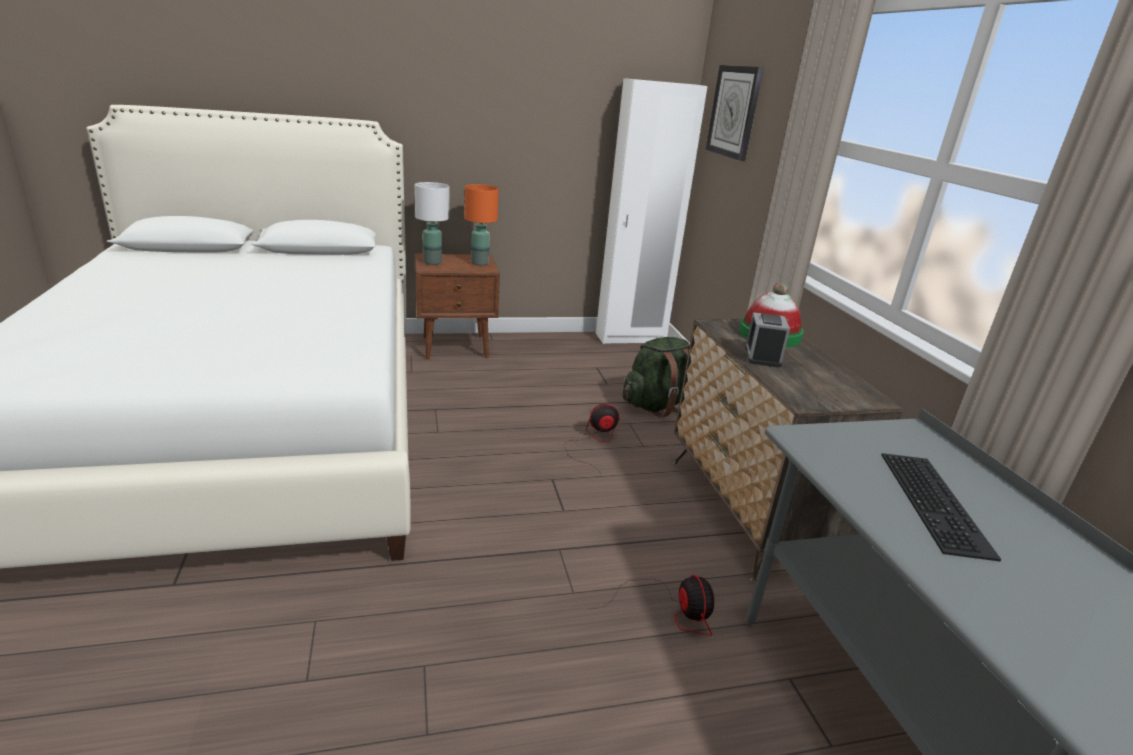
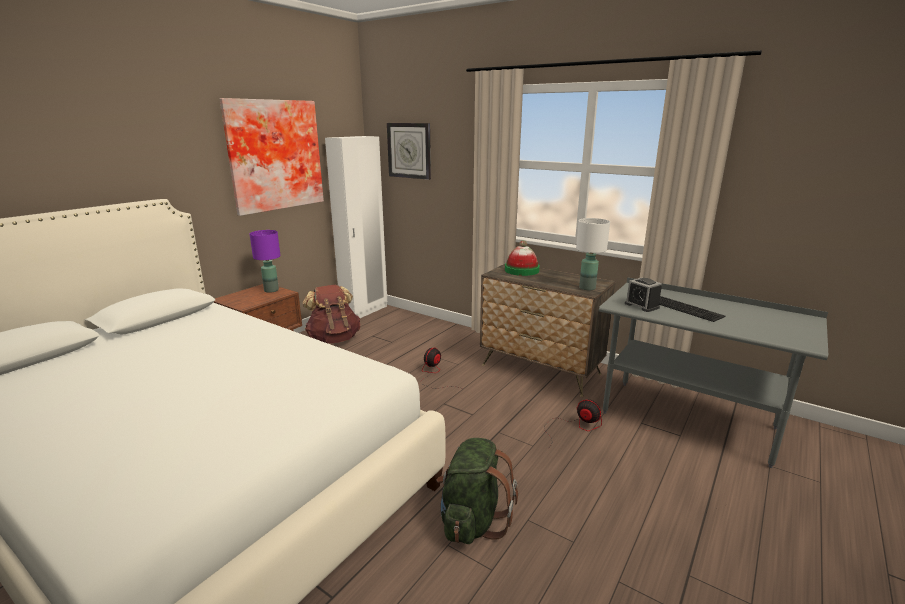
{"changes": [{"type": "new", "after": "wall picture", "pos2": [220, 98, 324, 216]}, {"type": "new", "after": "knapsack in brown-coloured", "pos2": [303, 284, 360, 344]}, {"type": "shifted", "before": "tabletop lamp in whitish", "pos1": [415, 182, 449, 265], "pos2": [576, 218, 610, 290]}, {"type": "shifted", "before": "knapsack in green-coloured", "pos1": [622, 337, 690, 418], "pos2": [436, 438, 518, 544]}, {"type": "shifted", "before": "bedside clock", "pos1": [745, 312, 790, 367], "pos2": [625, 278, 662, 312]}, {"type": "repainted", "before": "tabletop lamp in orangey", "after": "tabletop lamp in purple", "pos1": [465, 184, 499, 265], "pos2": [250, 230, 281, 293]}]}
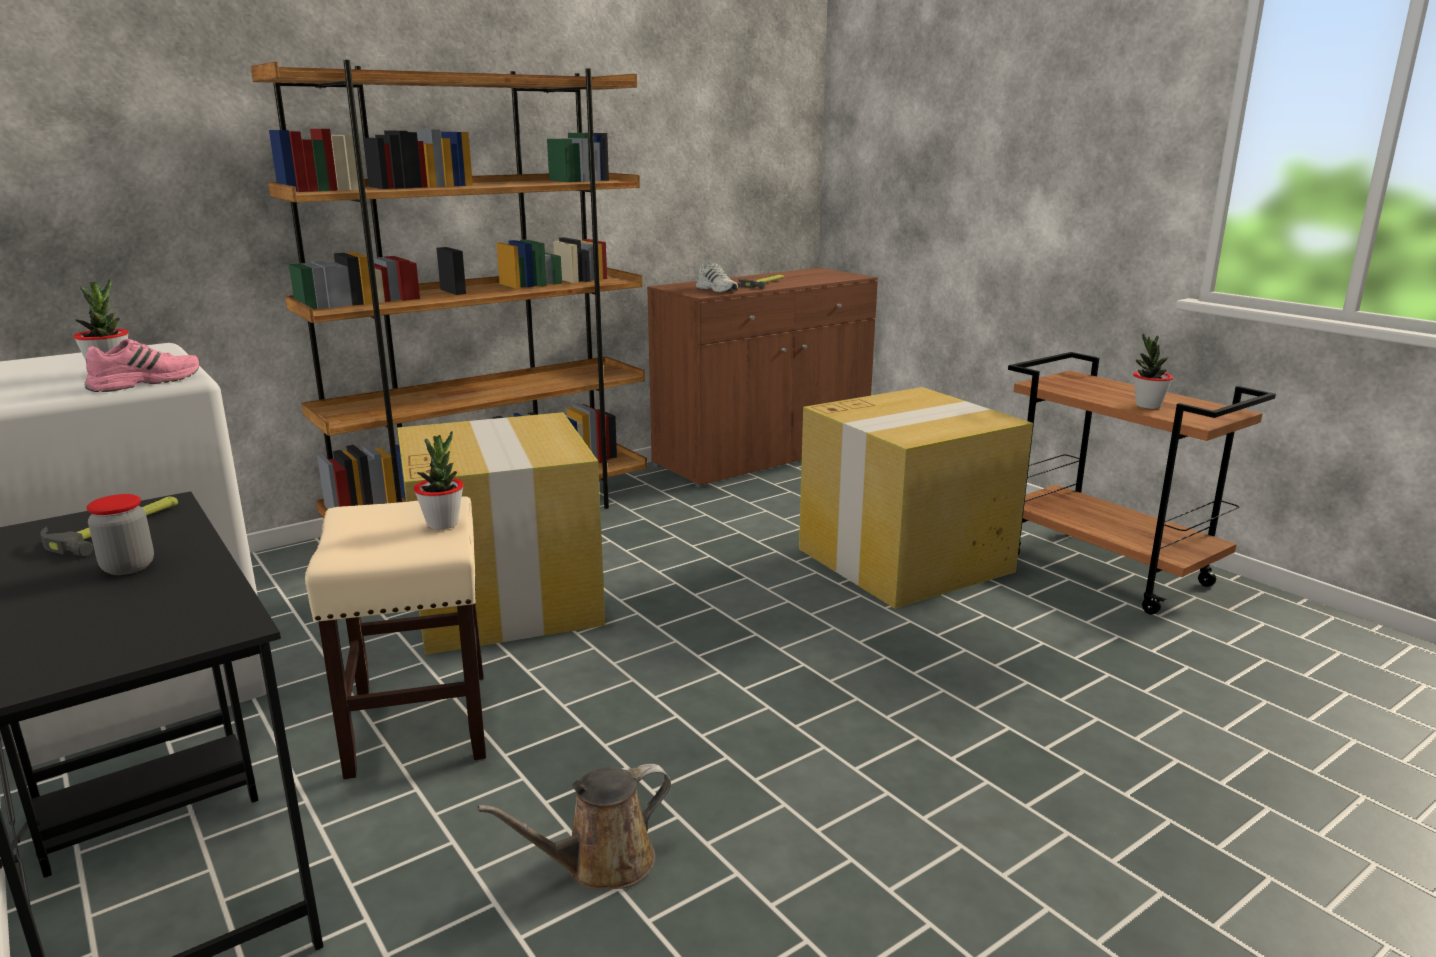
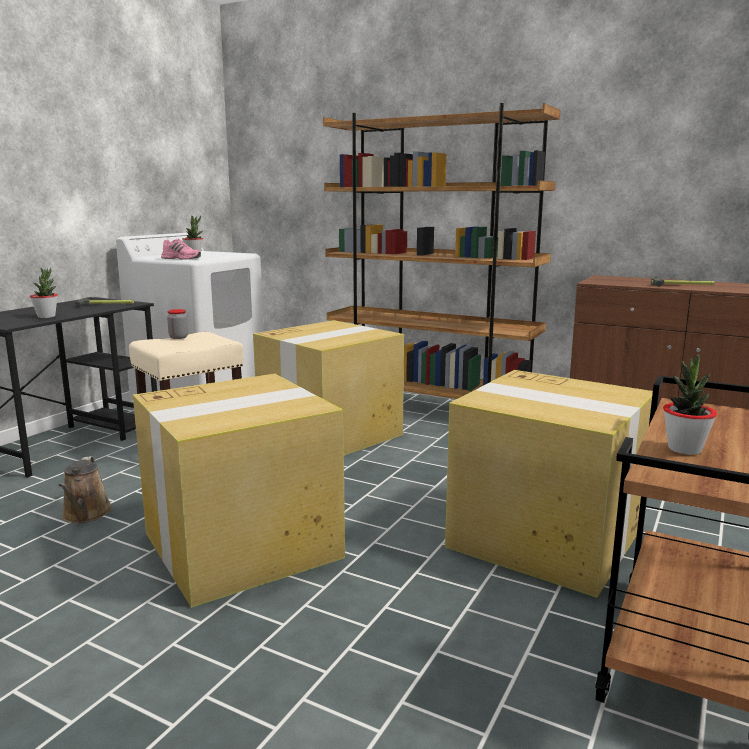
{"changes": [{"type": "gone", "before": "shoe in whitish", "pos1": [696, 263, 738, 293]}, {"type": "new", "after": "carton", "pos2": [133, 374, 345, 608]}, {"type": "shifted", "before": "jar", "pos1": [86, 494, 154, 575], "pos2": [167, 309, 188, 339]}, {"type": "shifted", "before": "houseplant", "pos1": [414, 431, 464, 530], "pos2": [30, 268, 58, 318]}, {"type": "rotated", "before": "sprinkling can in brown-coloured", "pos1": [477, 764, 671, 890], "pos2": [58, 456, 112, 523], "turn": -135}]}
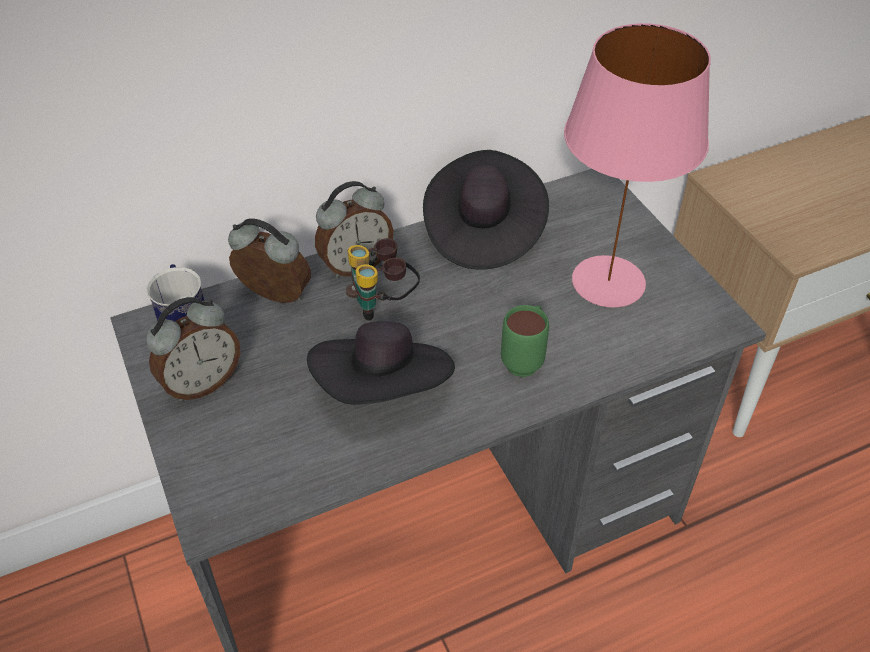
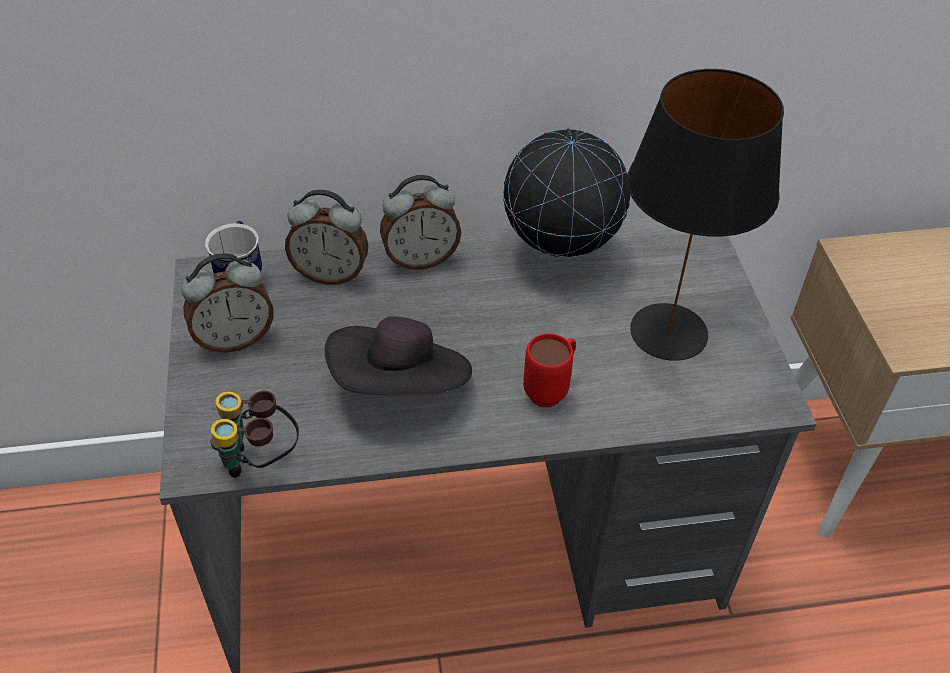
{"changes": [{"type": "shifted", "before": "binoculars", "pos1": [346, 238, 420, 321], "pos2": [210, 391, 299, 478]}, {"type": "swapped", "before": "hat in black-coloured", "after": "world globe", "pos1": [423, 150, 549, 270], "pos2": [503, 126, 631, 258]}, {"type": "repainted", "before": "tea mug in green-coloured", "after": "tea mug in reddish", "pos1": [501, 305, 549, 377], "pos2": [523, 333, 576, 407]}, {"type": "repainted", "before": "tabletop lamp in pink-coloured", "after": "tabletop lamp in black-coloured", "pos1": [564, 23, 711, 308], "pos2": [627, 69, 784, 361]}, {"type": "rotated", "before": "bedside clock", "pos1": [228, 218, 311, 303], "pos2": [285, 190, 369, 285], "turn": 150}]}
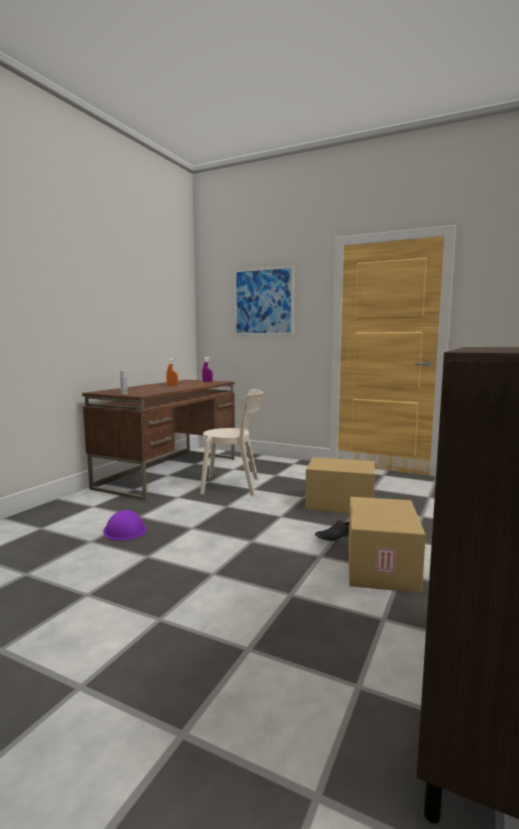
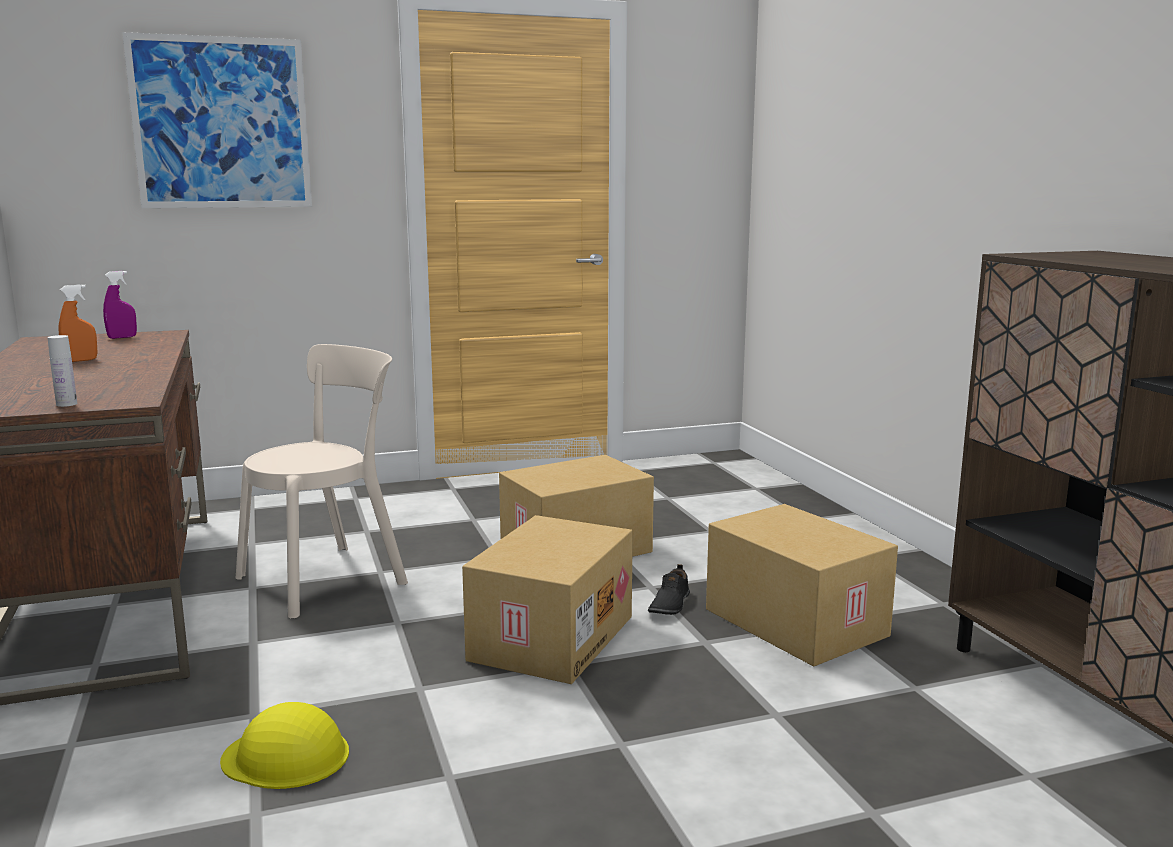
{"changes": [{"type": "new", "after": "carton", "pos2": [462, 515, 633, 684]}, {"type": "repainted", "before": "safety helmet in purple", "after": "safety helmet in yellow-coloured", "pos1": [103, 510, 146, 541], "pos2": [220, 702, 349, 789]}]}
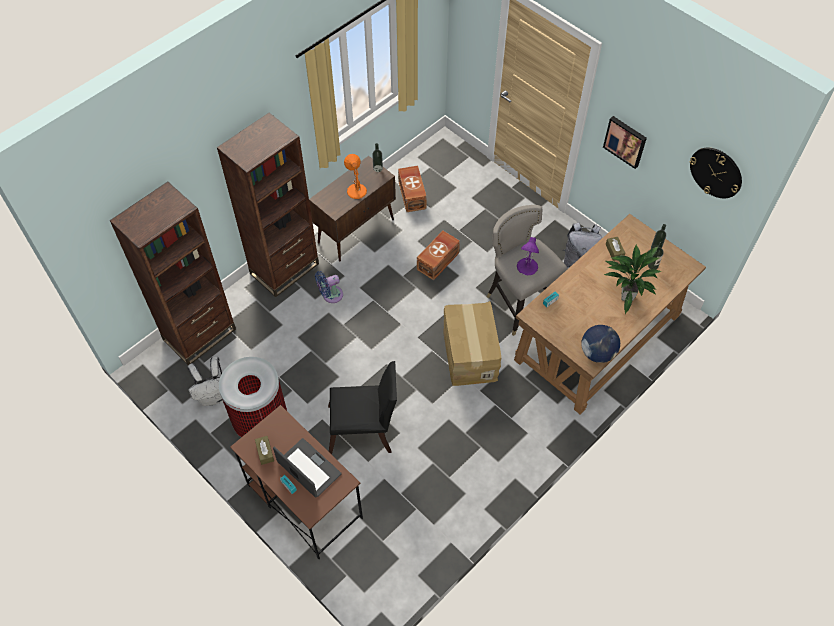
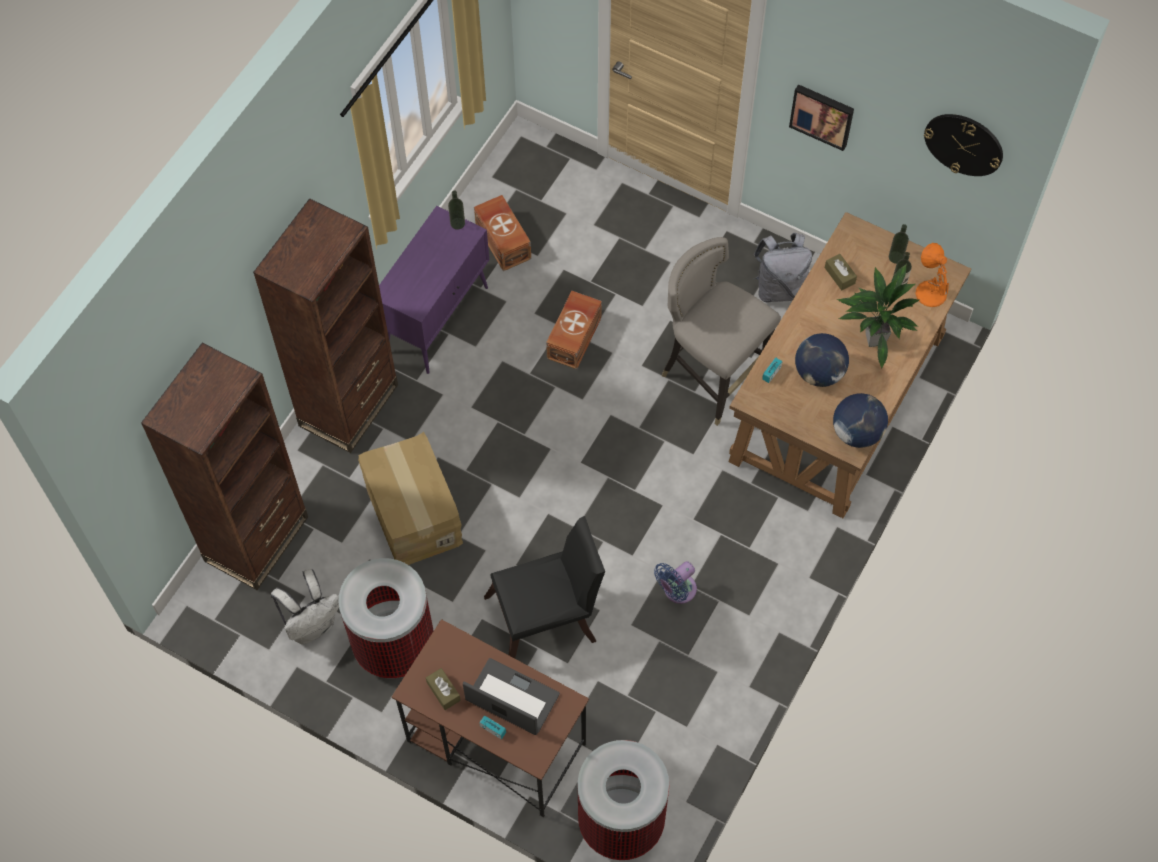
{"changes": [{"type": "gone", "before": "tabletop lamp in purple", "pos1": [517, 237, 539, 275]}, {"type": "new", "after": "waste bin", "pos2": [578, 740, 669, 860]}, {"type": "new", "after": "world globe", "pos2": [795, 333, 849, 387]}, {"type": "shifted", "before": "electric fan in blue-coloured", "pos1": [315, 271, 343, 303], "pos2": [654, 561, 697, 604]}, {"type": "shifted", "before": "tabletop lamp in orangey", "pos1": [344, 154, 367, 199], "pos2": [915, 243, 949, 307]}, {"type": "shifted", "before": "carton", "pos1": [443, 301, 501, 386], "pos2": [358, 432, 463, 565]}, {"type": "repainted", "before": "cabinet in brown-coloured", "after": "cabinet in purple", "pos1": [309, 156, 396, 262], "pos2": [379, 206, 489, 374]}]}
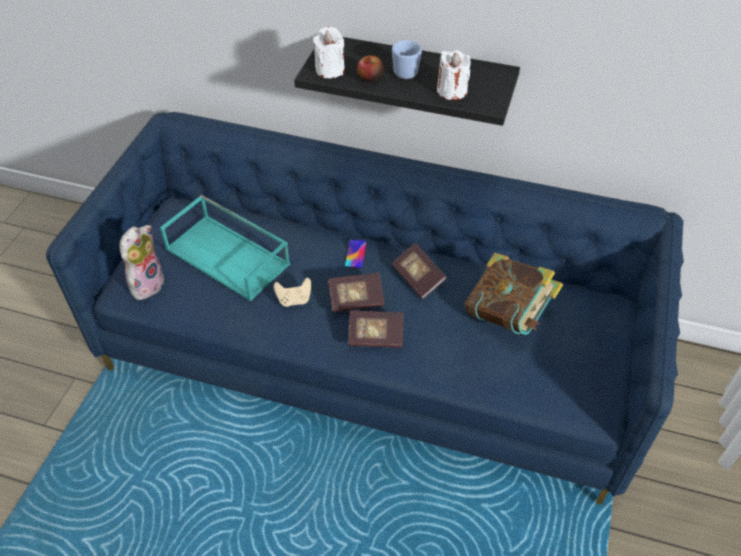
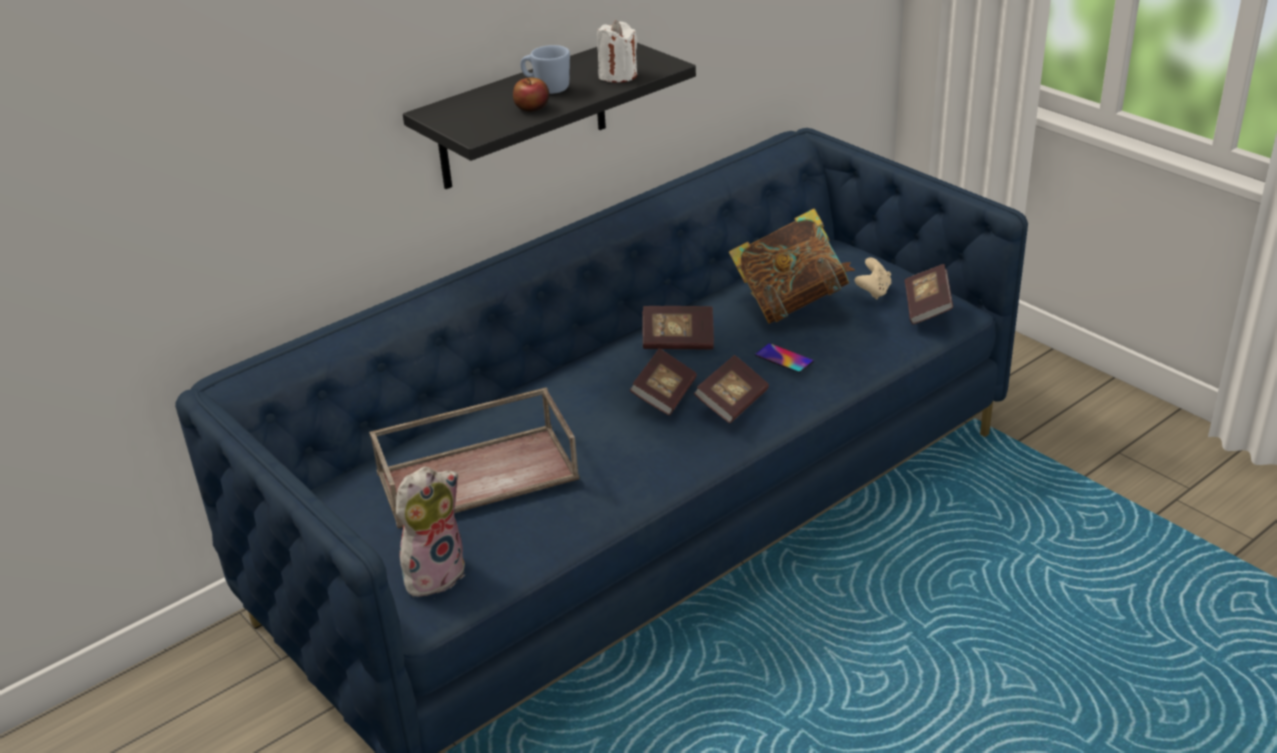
{"changes": [{"type": "gone", "before": "wax candle in whitish", "pos1": [313, 27, 345, 78]}, {"type": "new", "after": "book", "pos2": [905, 264, 953, 324]}, {"type": "shifted", "before": "gamepad in sand-coloured", "pos1": [274, 278, 311, 307], "pos2": [855, 257, 891, 300]}, {"type": "shifted", "before": "telephone", "pos1": [345, 239, 367, 269], "pos2": [755, 343, 814, 373]}, {"type": "repainted", "before": "serving tray in turquoise", "after": "serving tray in brown-coloured", "pos1": [160, 195, 290, 301], "pos2": [369, 387, 579, 529]}, {"type": "rotated", "before": "plush toy", "pos1": [119, 225, 164, 303], "pos2": [396, 466, 465, 597], "turn": 75}]}
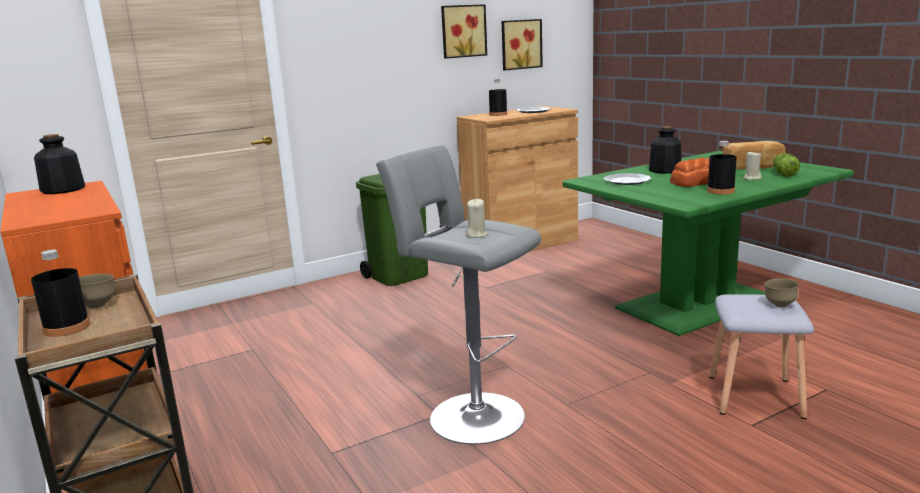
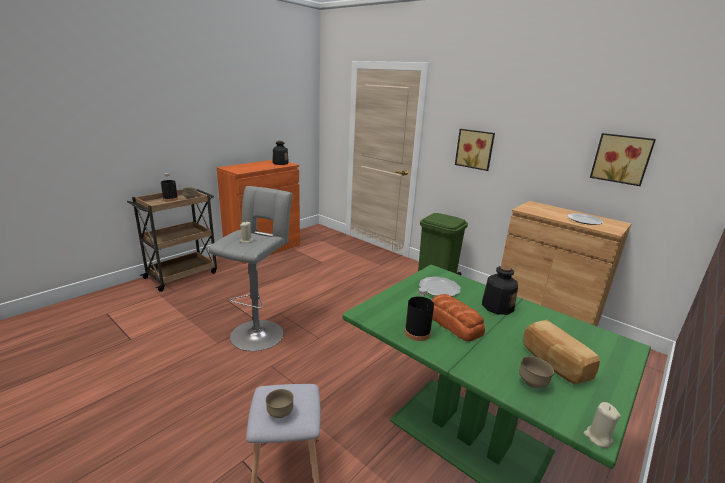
{"changes": [{"type": "gone", "before": "beverage bottle in black-coloured", "pos1": [489, 79, 507, 116]}, {"type": "shifted", "before": "wall picture", "pos1": [441, 4, 487, 59], "pos2": [455, 129, 495, 171]}, {"type": "shifted", "before": "wax candle in sand-coloured", "pos1": [743, 152, 762, 180], "pos2": [584, 402, 621, 448]}, {"type": "swapped", "before": "head of lettuce", "after": "serving bowl in brown-coloured", "pos1": [773, 153, 800, 177], "pos2": [519, 356, 554, 388]}]}
